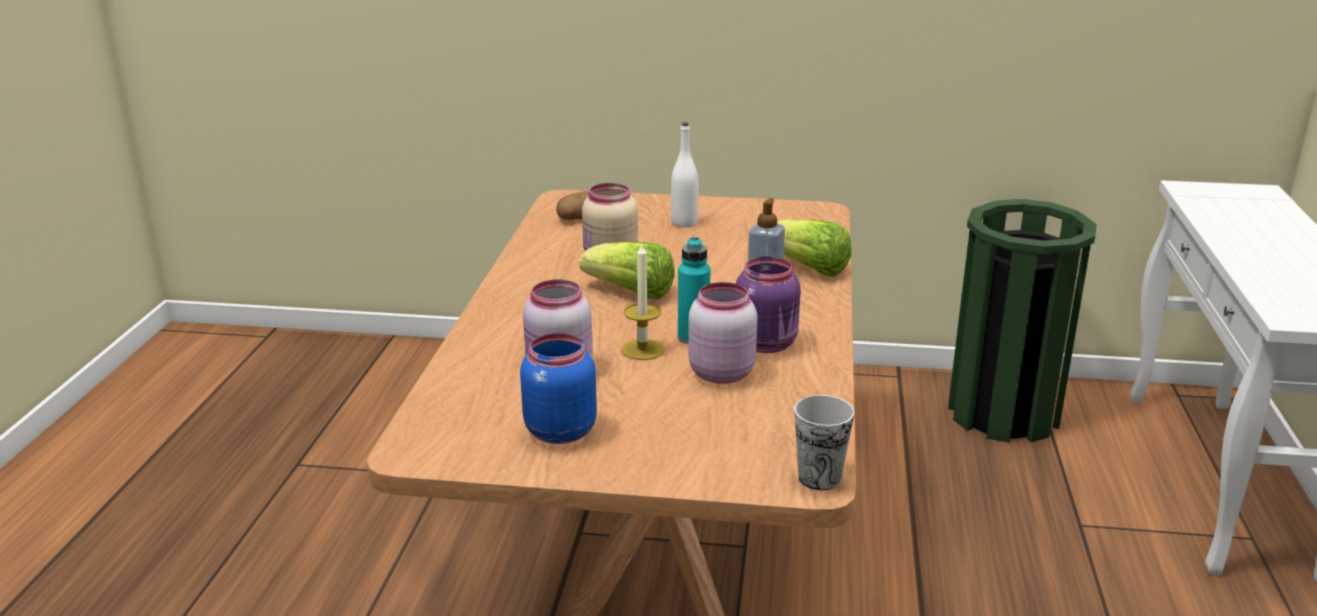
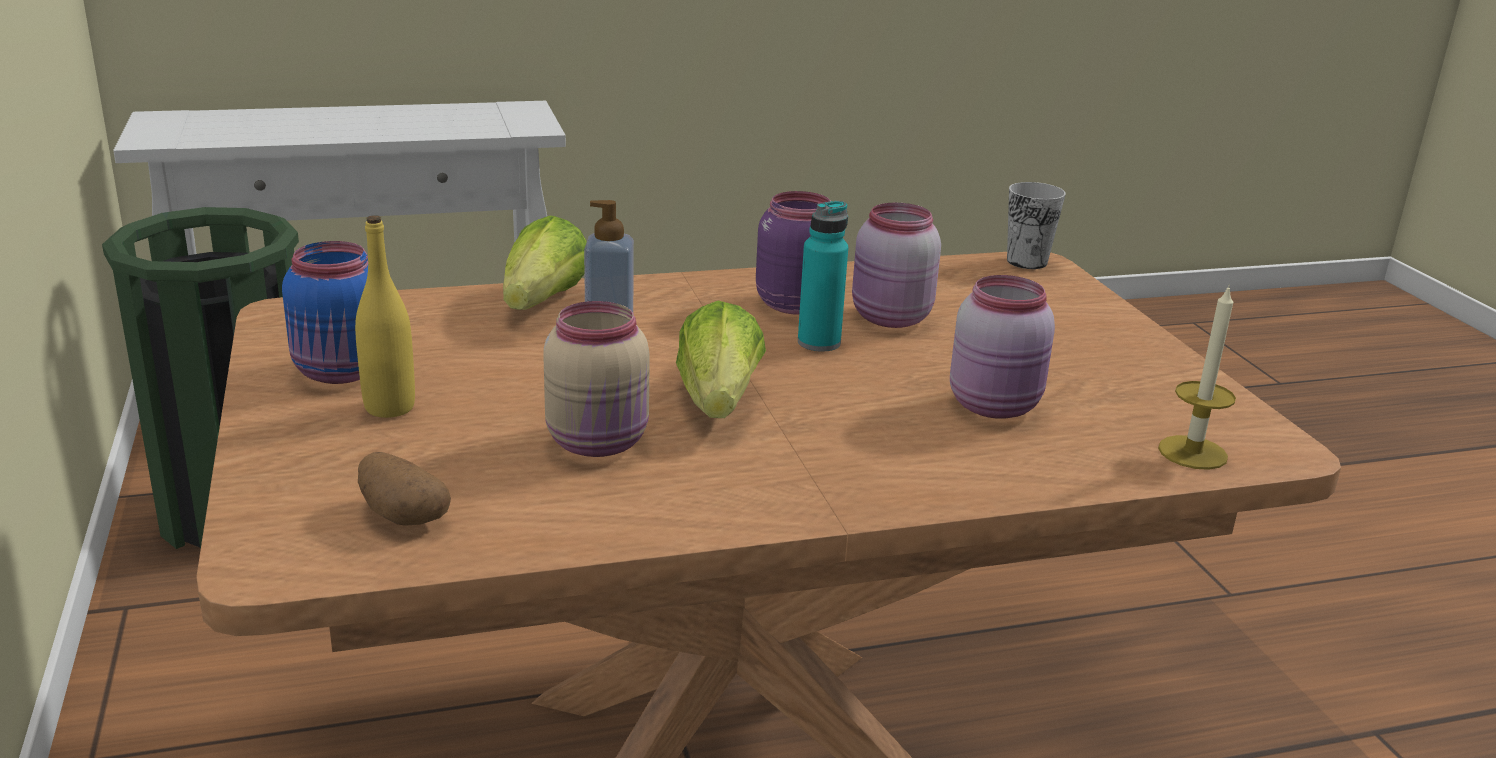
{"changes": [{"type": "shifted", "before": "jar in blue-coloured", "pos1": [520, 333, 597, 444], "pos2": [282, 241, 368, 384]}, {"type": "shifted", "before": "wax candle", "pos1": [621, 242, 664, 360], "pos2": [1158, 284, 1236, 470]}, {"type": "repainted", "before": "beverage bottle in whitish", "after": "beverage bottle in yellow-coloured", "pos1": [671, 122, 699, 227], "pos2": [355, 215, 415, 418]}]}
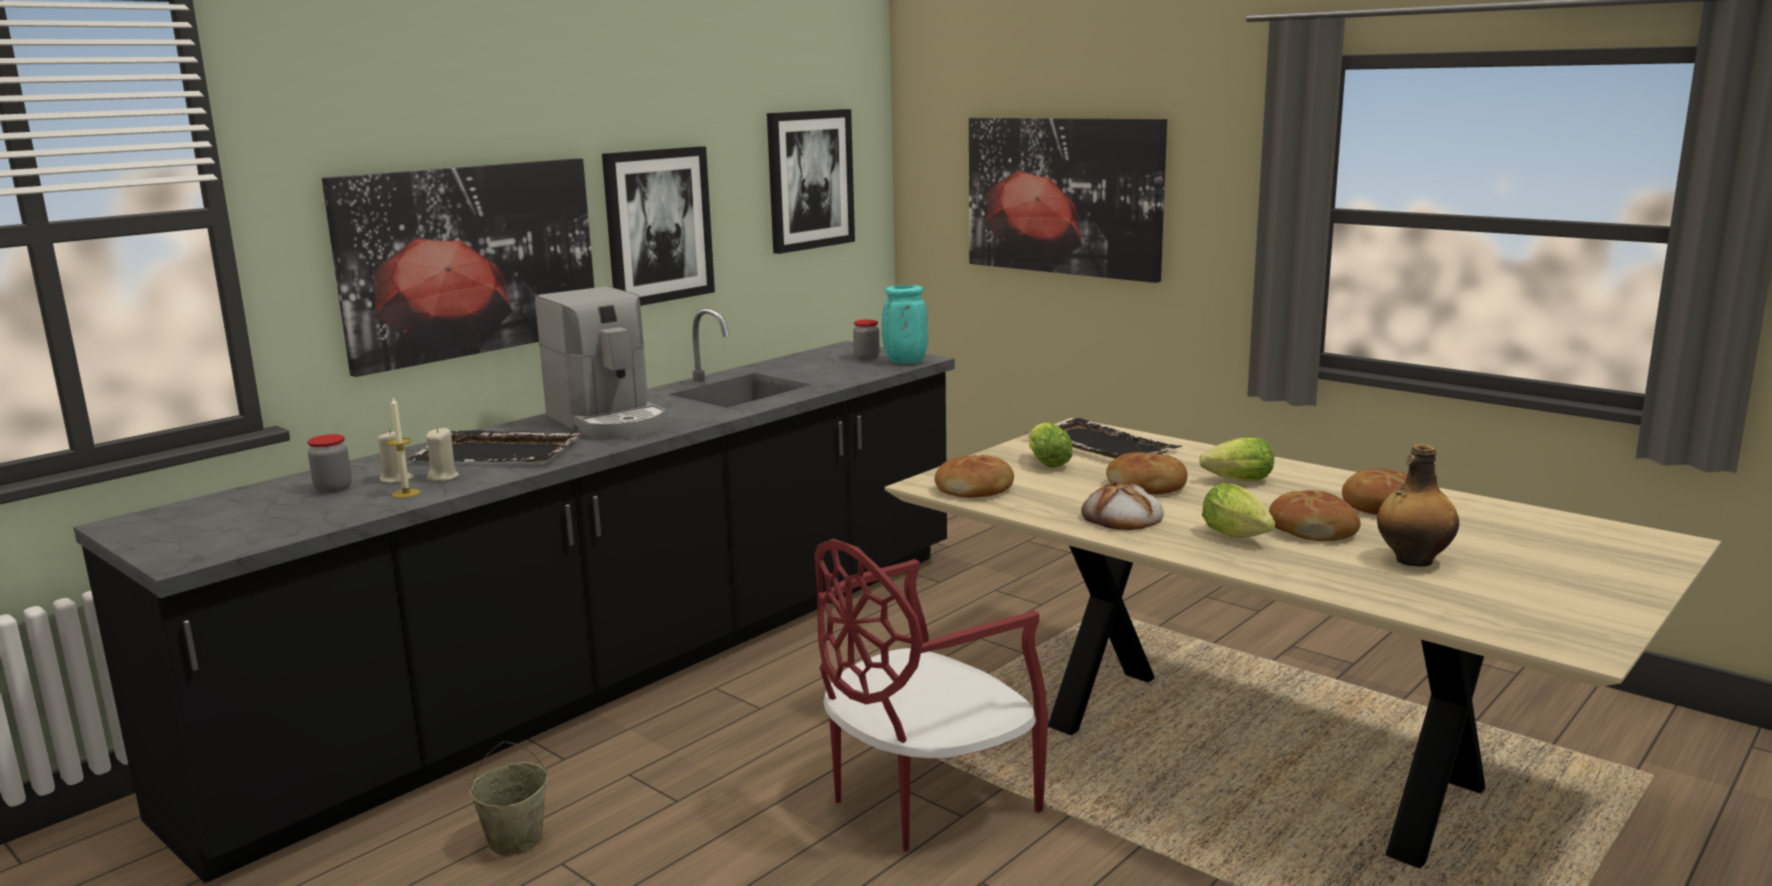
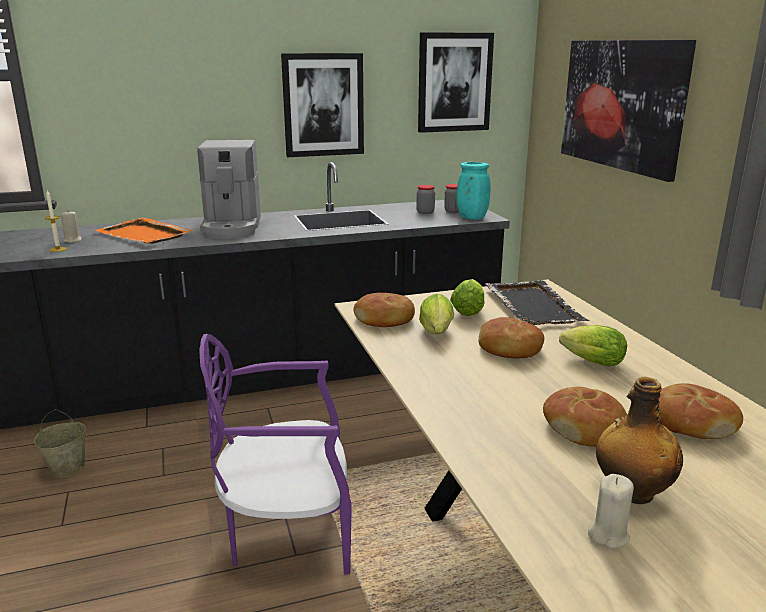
{"changes": [{"type": "gone", "before": "wall picture", "pos1": [322, 158, 594, 377]}, {"type": "gone", "before": "bread", "pos1": [1081, 482, 1164, 530]}, {"type": "shifted", "before": "jar", "pos1": [307, 434, 352, 493], "pos2": [416, 185, 435, 214]}, {"type": "shifted", "before": "wax candle in sand-coloured", "pos1": [426, 428, 459, 481], "pos2": [588, 474, 634, 549]}, {"type": "shifted", "before": "head of lettuce", "pos1": [1202, 483, 1275, 538], "pos2": [419, 293, 454, 334]}, {"type": "repainted", "before": "serving tray in black-coloured", "after": "serving tray in orangey", "pos1": [407, 430, 580, 462], "pos2": [94, 218, 194, 244]}, {"type": "repainted", "before": "plain chair in reddish", "after": "plain chair in purple", "pos1": [815, 539, 1049, 851], "pos2": [199, 334, 352, 575]}]}
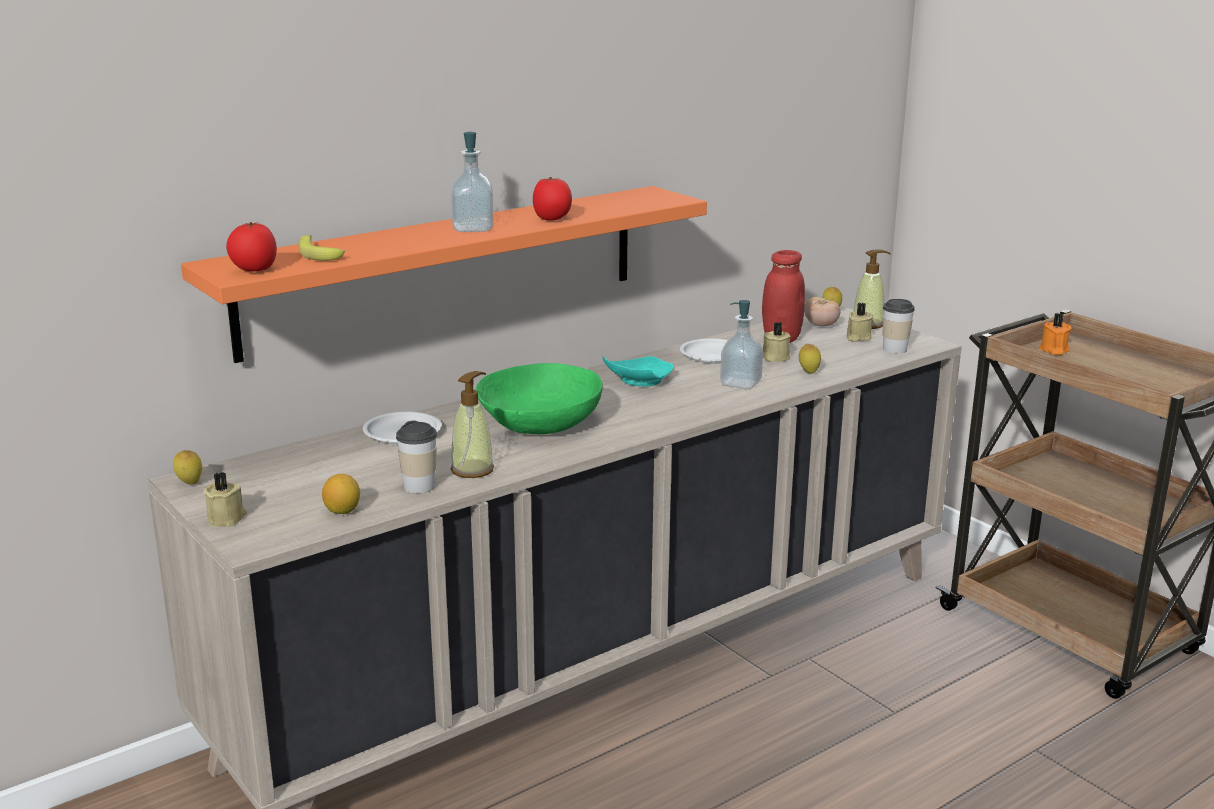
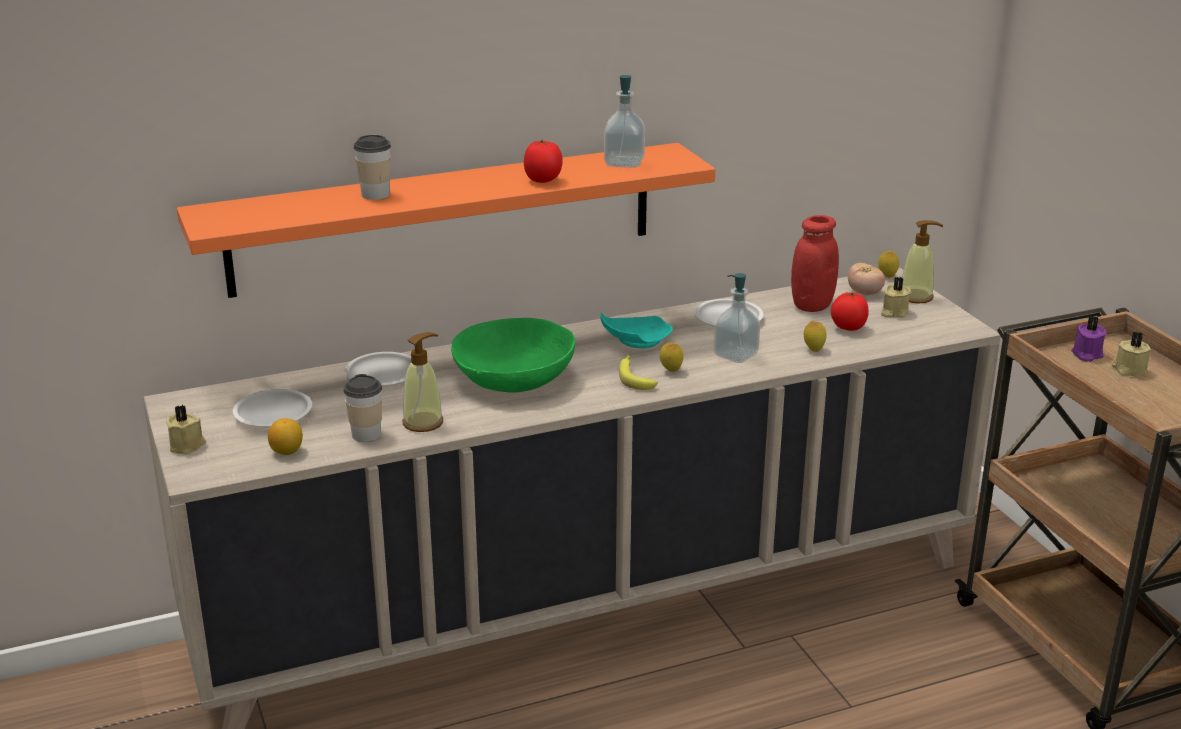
{"changes": [{"type": "new", "after": "dinner plate in whitish", "pos2": [233, 389, 312, 428]}, {"type": "shifted", "before": "whole lemon", "pos1": [173, 450, 202, 484], "pos2": [660, 342, 683, 372]}, {"type": "shifted", "before": "tomato", "pos1": [226, 222, 277, 271], "pos2": [831, 292, 869, 331]}, {"type": "shifted", "before": "banana", "pos1": [298, 234, 345, 261], "pos2": [619, 355, 658, 390]}, {"type": "shifted", "before": "soap dispenser", "pos1": [451, 132, 494, 232], "pos2": [604, 75, 645, 168]}, {"type": "shifted", "before": "wax candle in sand-coloured", "pos1": [763, 322, 791, 362], "pos2": [1112, 331, 1151, 376]}, {"type": "shifted", "before": "small cup", "pos1": [883, 299, 915, 353], "pos2": [354, 135, 391, 200]}, {"type": "repainted", "before": "wax candle in orangey", "after": "wax candle in purple", "pos1": [1039, 313, 1072, 355], "pos2": [1071, 316, 1107, 362]}]}
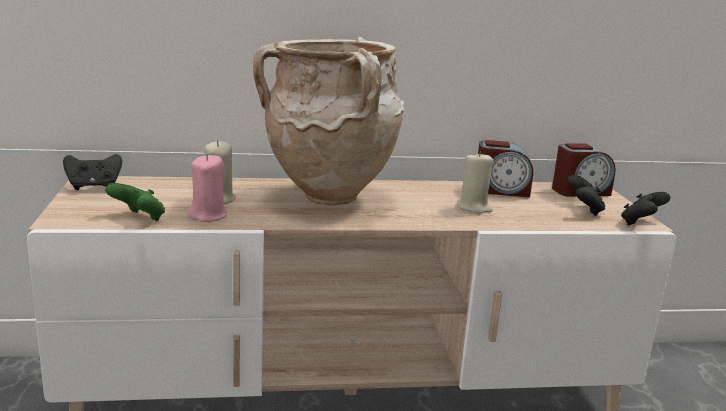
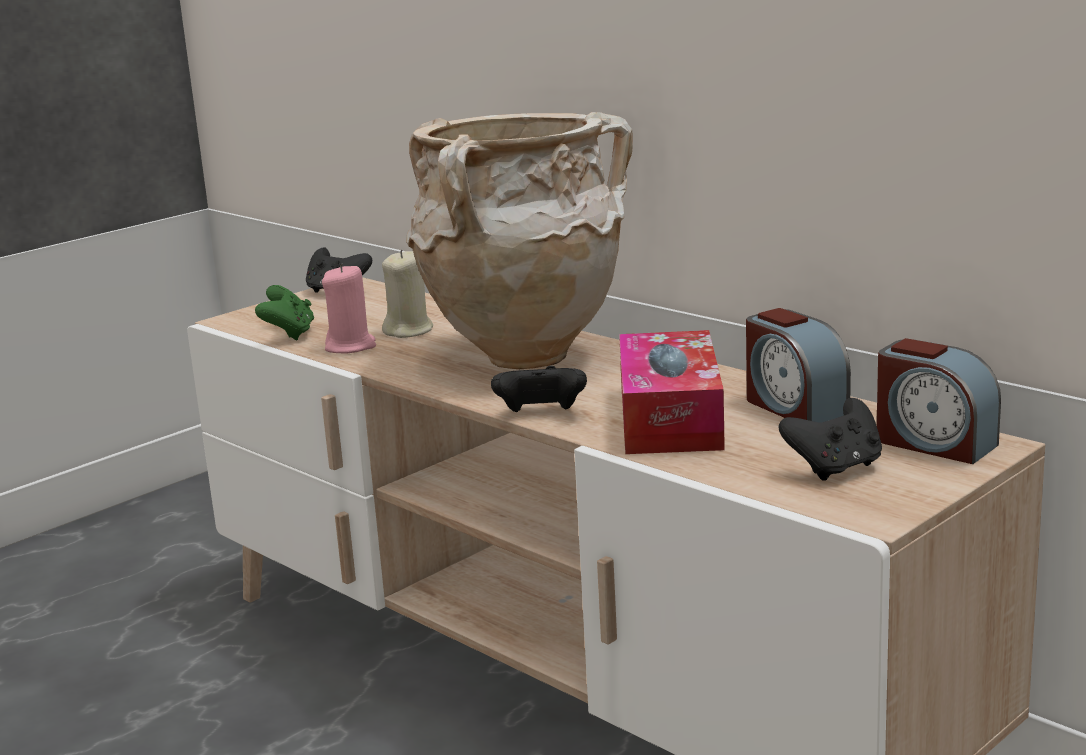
{"changes": [{"type": "shifted", "before": "gamepad in black-coloured", "pos1": [621, 192, 670, 226], "pos2": [491, 366, 587, 412]}, {"type": "swapped", "before": "wax candle in sand-coloured", "after": "tissue box", "pos1": [457, 151, 493, 214], "pos2": [619, 330, 725, 454]}]}
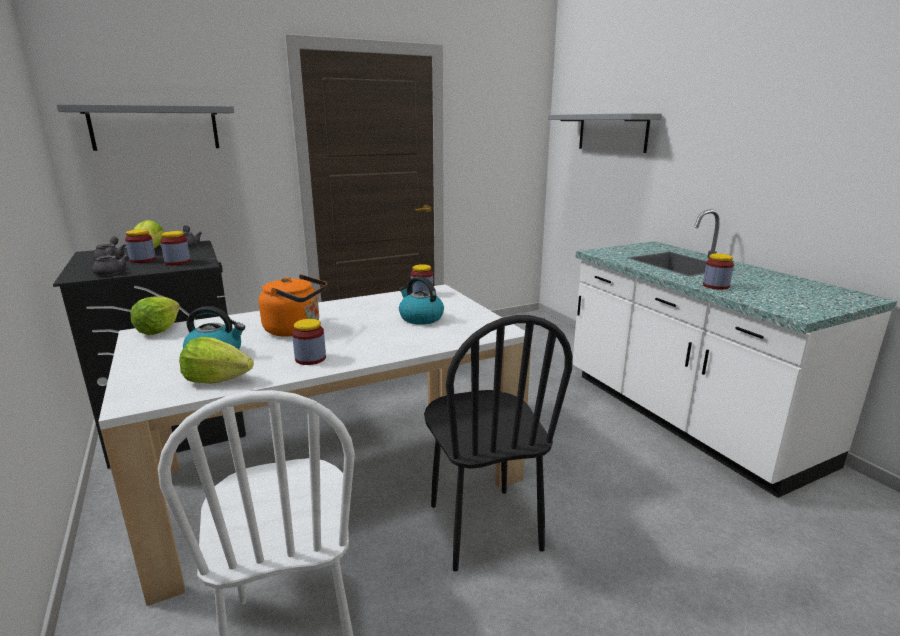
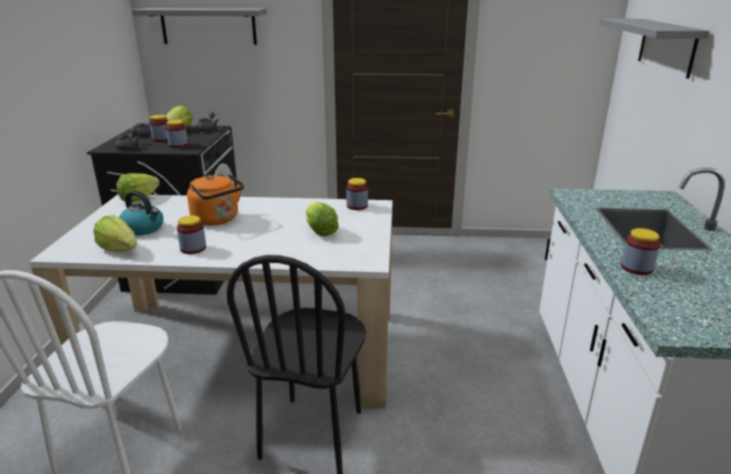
{"changes": [{"type": "swapped", "before": "tea kettle", "after": "head of lettuce", "pos1": [399, 276, 444, 325], "pos2": [306, 202, 339, 236]}]}
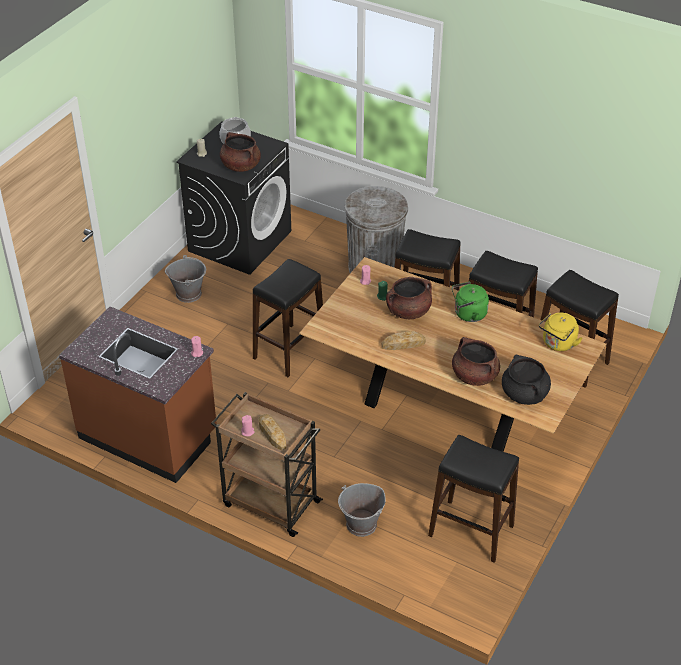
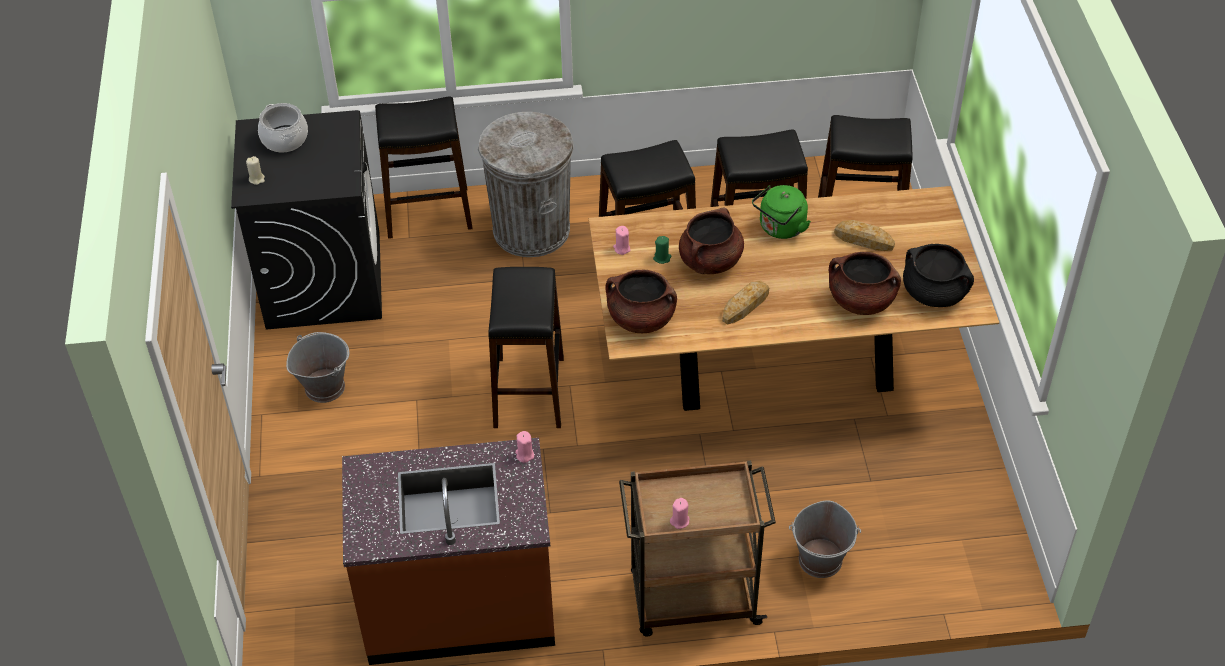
{"changes": [{"type": "gone", "before": "tea kettle in yellow-coloured", "pos1": [539, 313, 582, 351]}, {"type": "shifted", "before": "stockpot in brown-coloured", "pos1": [220, 132, 261, 172], "pos2": [605, 269, 677, 333]}, {"type": "shifted", "before": "bread", "pos1": [259, 414, 286, 450], "pos2": [834, 220, 895, 251]}, {"type": "shifted", "before": "stool seat in black-coloured", "pos1": [428, 435, 519, 563], "pos2": [375, 97, 473, 239]}]}
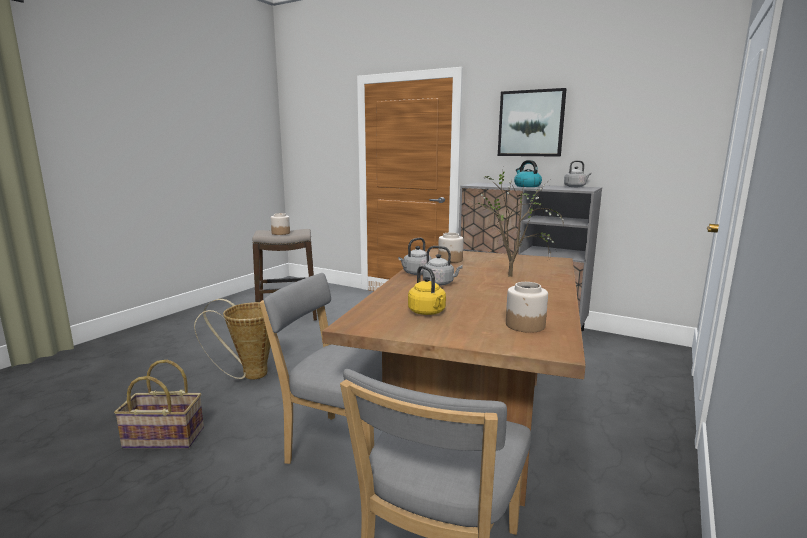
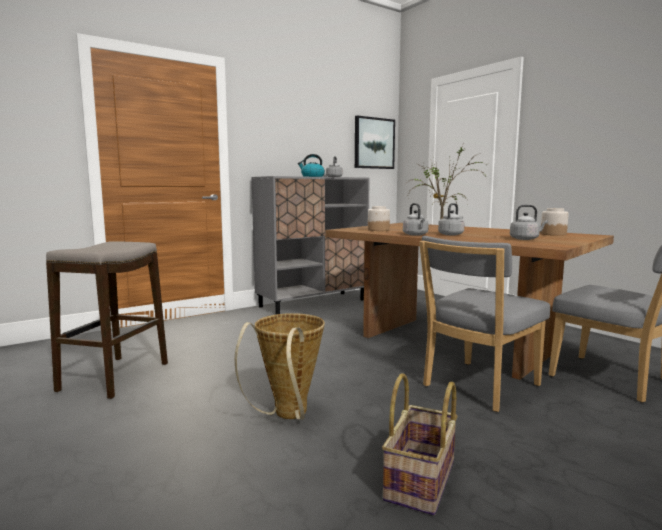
{"changes": [{"type": "gone", "before": "jar", "pos1": [271, 213, 290, 235]}, {"type": "shifted", "before": "wall picture", "pos1": [498, 88, 567, 157], "pos2": [355, 115, 395, 169]}, {"type": "repainted", "before": "tea kettle in yellow-coloured", "after": "tea kettle in gray", "pos1": [408, 266, 446, 315], "pos2": [510, 205, 548, 240]}]}
